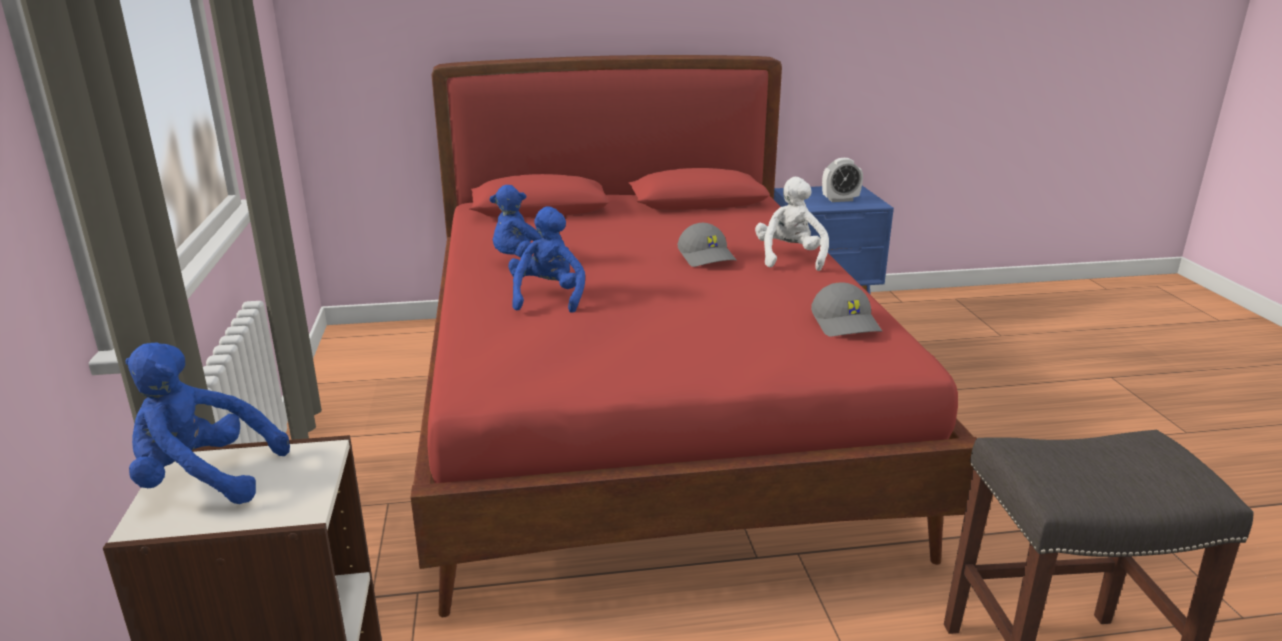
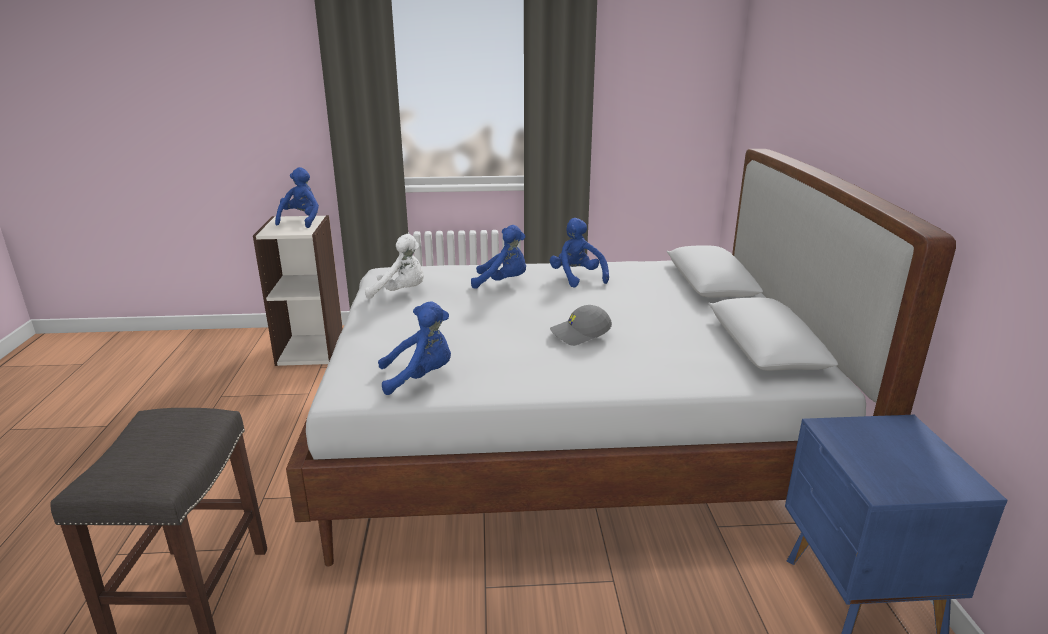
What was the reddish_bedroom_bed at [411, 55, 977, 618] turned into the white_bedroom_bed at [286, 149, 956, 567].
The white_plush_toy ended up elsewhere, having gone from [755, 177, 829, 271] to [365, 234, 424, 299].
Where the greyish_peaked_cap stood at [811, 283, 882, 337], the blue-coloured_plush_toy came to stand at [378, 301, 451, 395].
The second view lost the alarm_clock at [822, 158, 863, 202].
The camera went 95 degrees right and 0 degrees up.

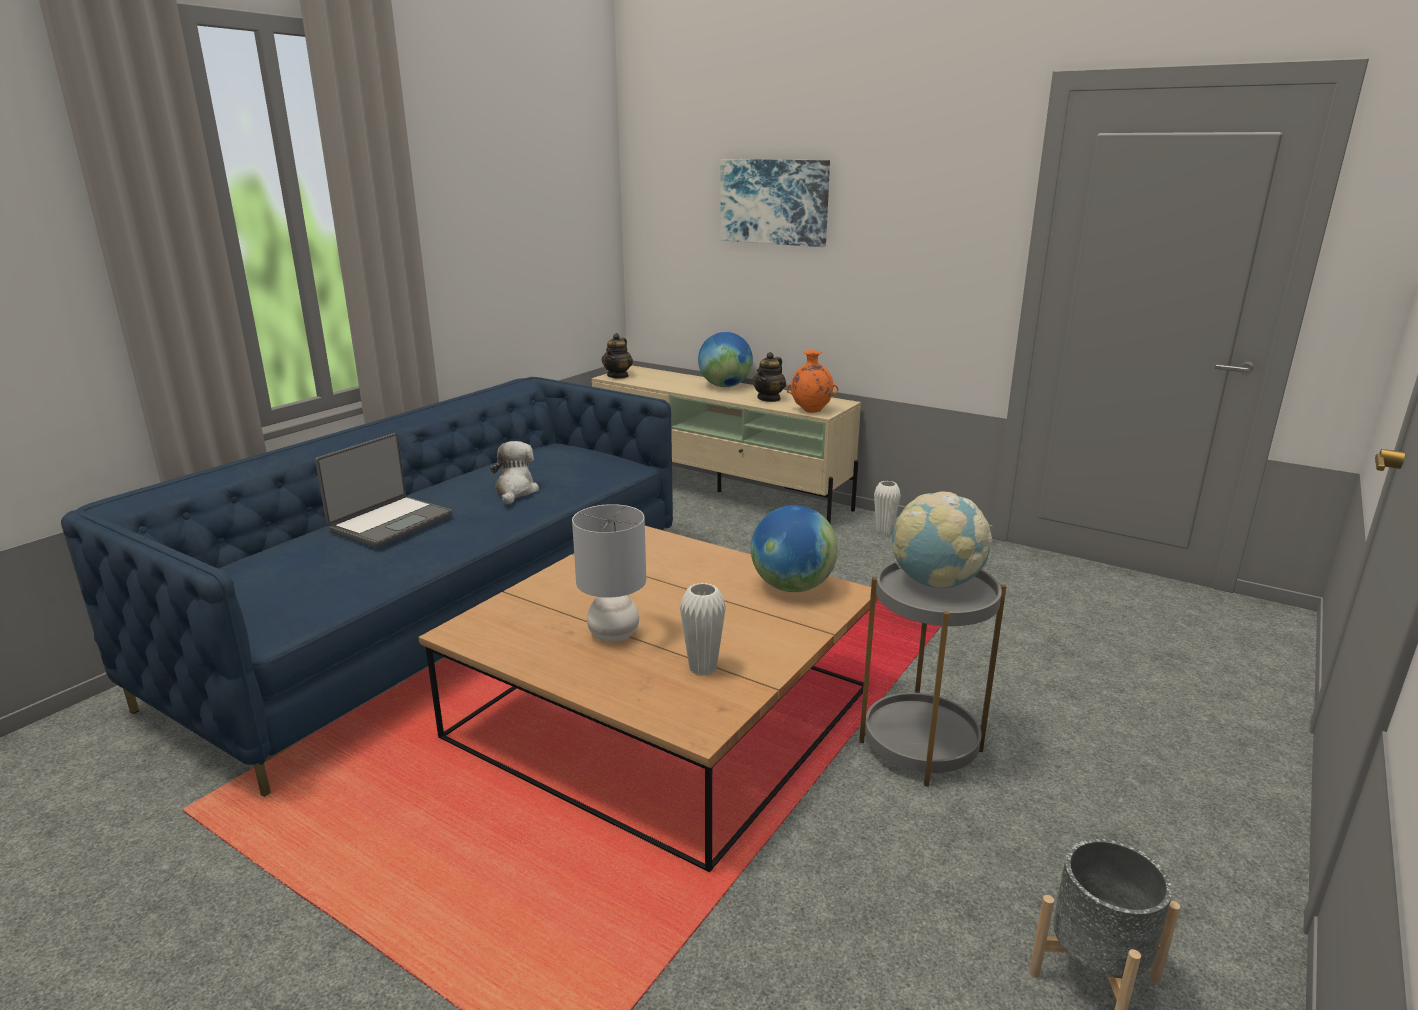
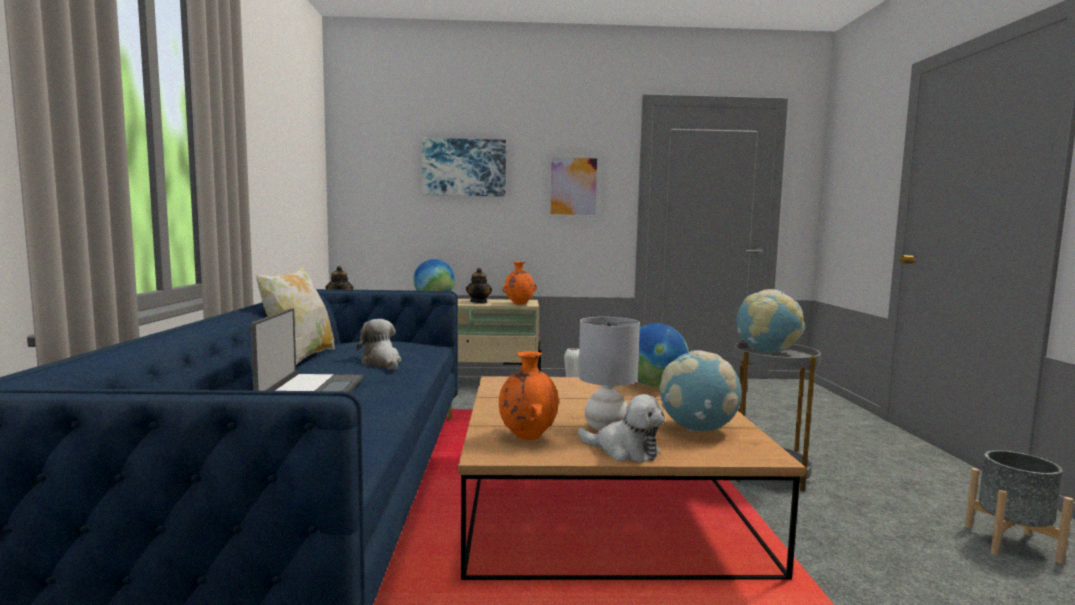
Where the white_vase stood at [680, 583, 726, 676], the world_globe came to stand at [659, 350, 742, 432].
The second view gained the pillow at [255, 266, 335, 365].
The second view gained the orangey_vase at [499, 351, 559, 440].
The second view gained the wall_art at [547, 154, 600, 218].
The second view gained the plush_toy at [578, 394, 665, 462].
The camera went 35 degrees left and 15 degrees down.

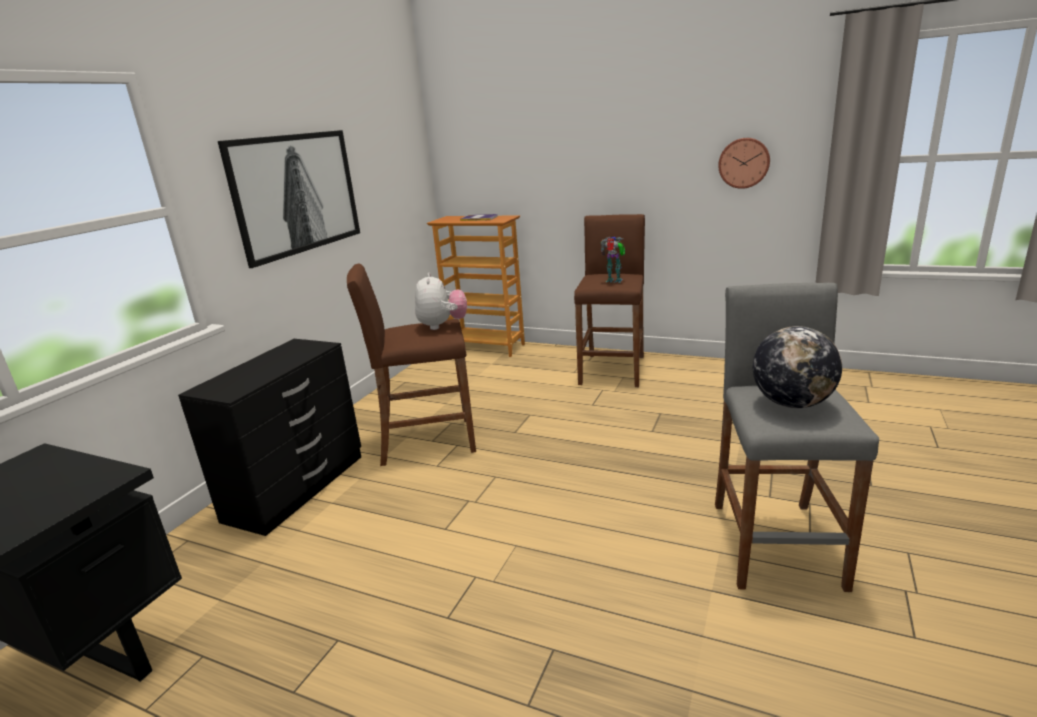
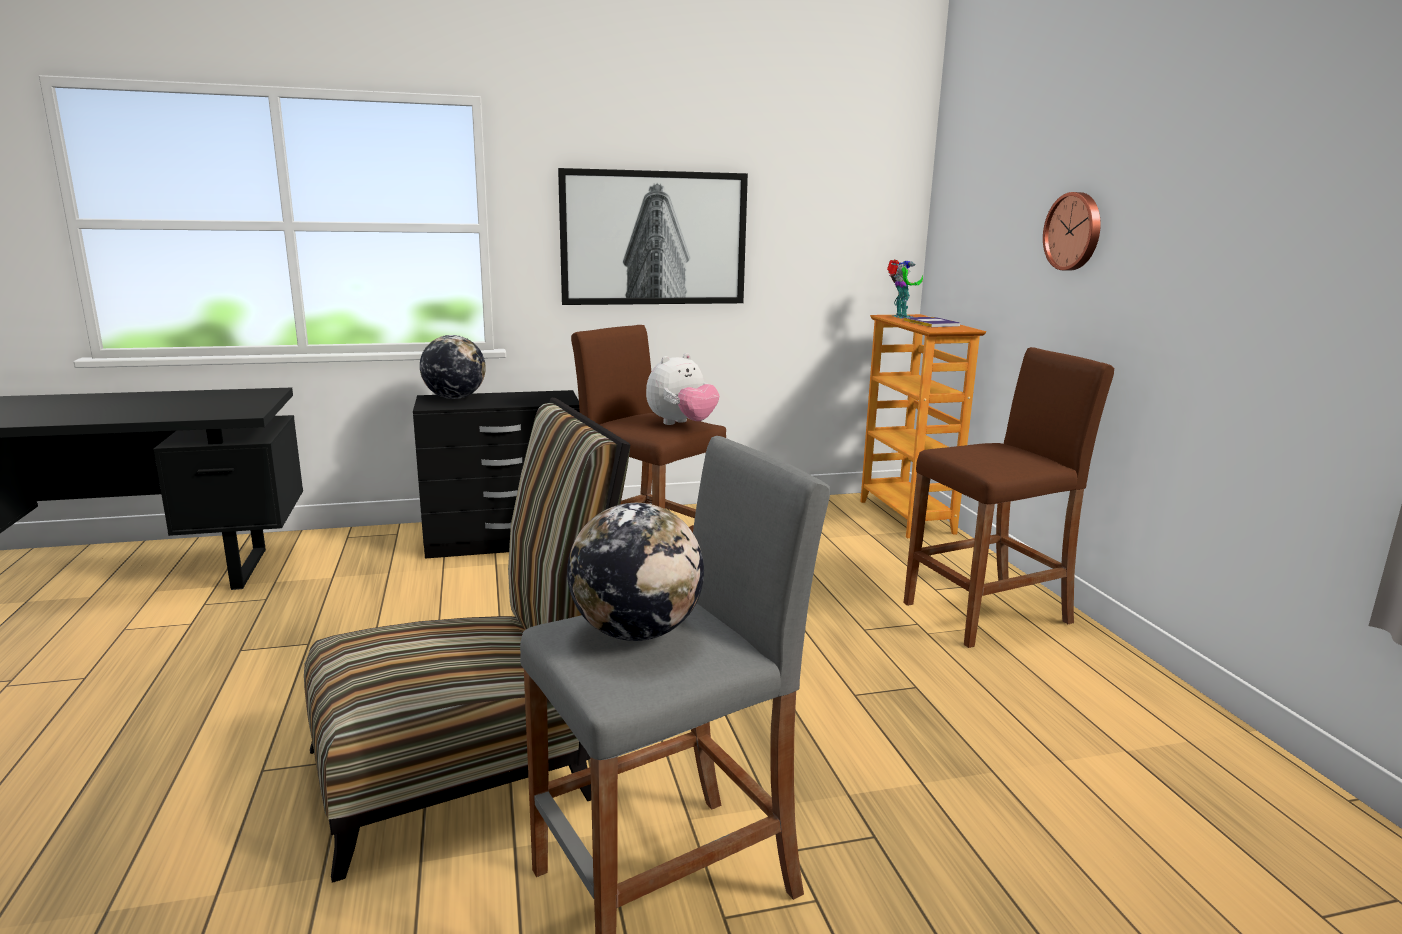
The model_robot ended up elsewhere, having gone from [600, 237, 625, 283] to [887, 259, 923, 318].
The clock_on_the_wall ended up elsewhere, having gone from [718, 138, 770, 189] to [1043, 192, 1101, 270].
The second view gained the plain_chair at [304, 398, 630, 883].
The second view gained the world_globe at [420, 335, 486, 399].
The camera went 50 degrees right and 5 degrees down.

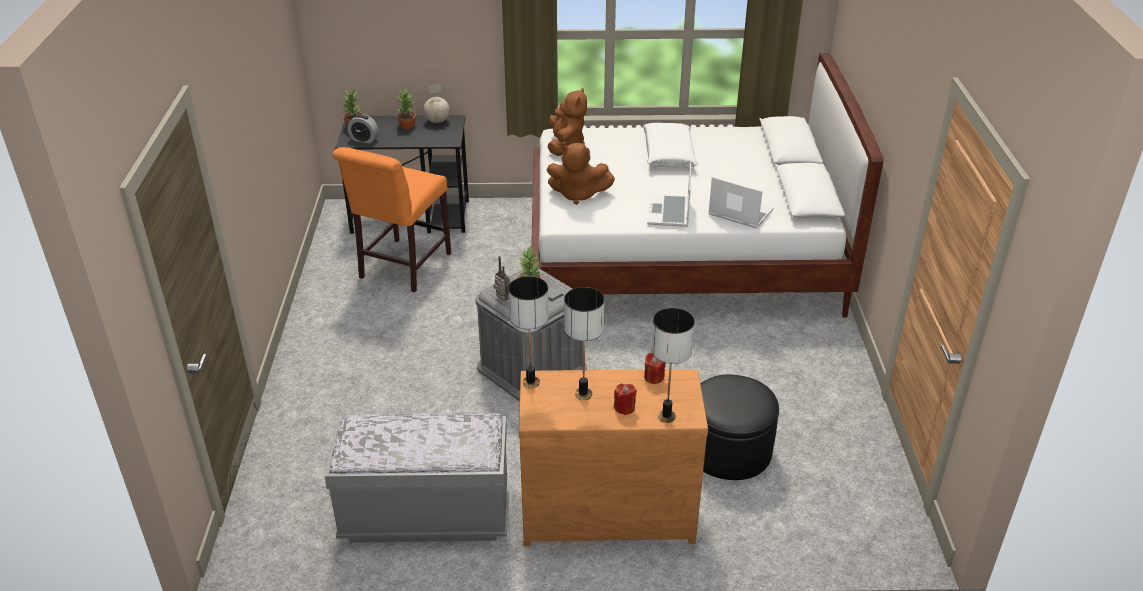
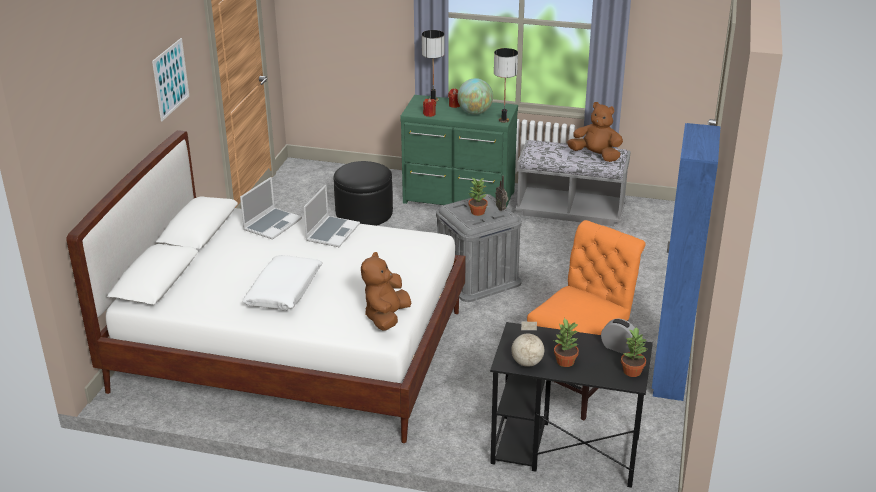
What was the brown-coloured_dresser at [519, 369, 708, 546] turned into the green-coloured_dresser at [400, 95, 518, 207].
The brown-coloured_plush_toy ended up elsewhere, having gone from [547, 143, 615, 205] to [567, 102, 623, 162].
Where the table_lamp stood at [564, 287, 605, 400], the world_globe came to stand at [457, 78, 493, 115].
The notebook_computer at [708, 177, 773, 228] ended up facing another way, 105 degrees counterclockwise from before.
The second view gained the wall_art at [152, 38, 189, 121].
The second view gained the blue-coloured_clothes_cupboard at [652, 123, 721, 401].
The camera went 165 degrees left and 5 degrees down.

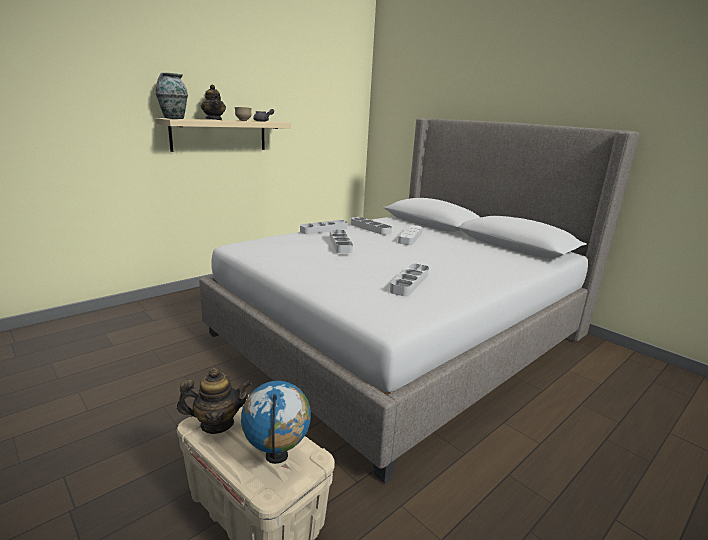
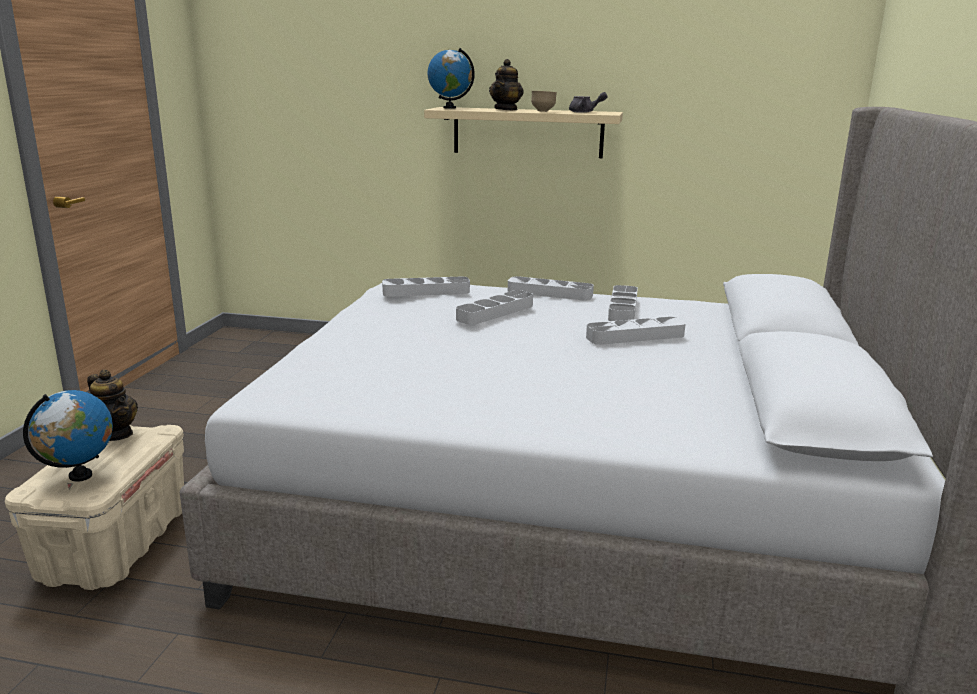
Where the vase stood at [156, 73, 188, 119], the world_globe came to stand at [427, 48, 475, 109].
The greyish_serving_tray ended up elsewhere, having gone from [390, 264, 429, 296] to [382, 277, 470, 297].
The camera went 55 degrees right and 0 degrees up.

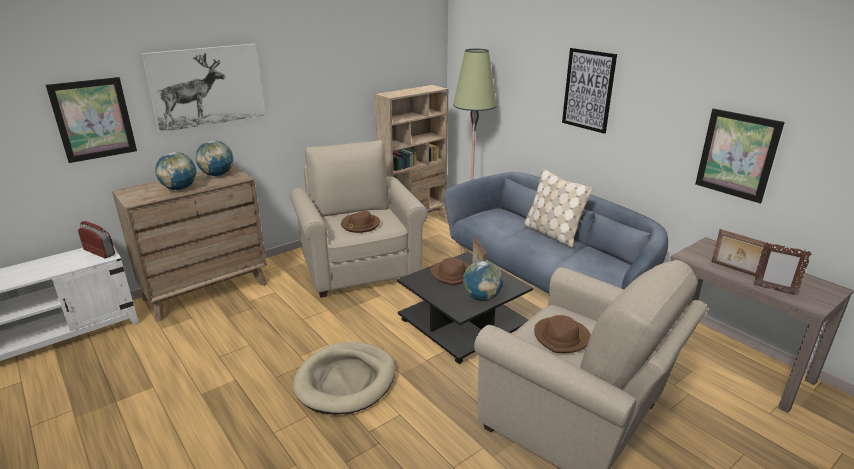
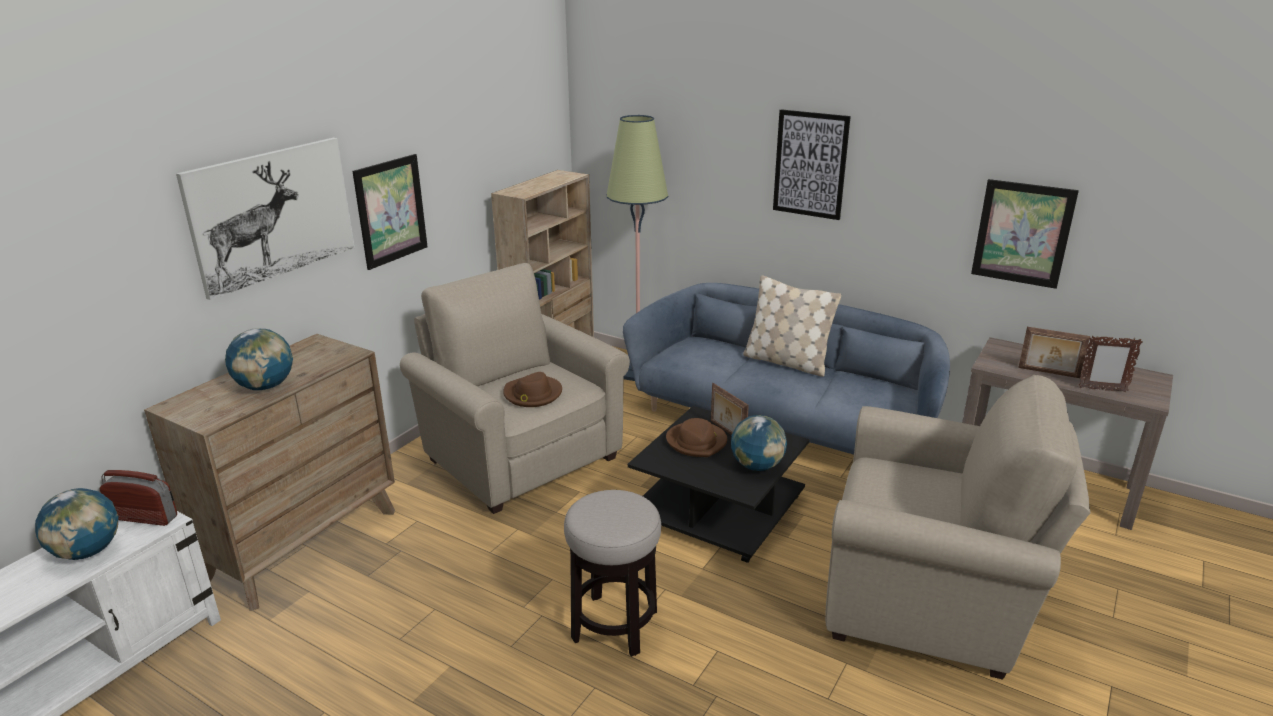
The wall_art ended up elsewhere, having gone from [46, 77, 137, 163] to [352, 154, 428, 270].
The world_globe ended up elsewhere, having gone from [196, 140, 233, 176] to [35, 488, 119, 560].
Where the sand-coloured_dog_bed stood at [292, 342, 396, 415], the stool_seat came to stand at [564, 490, 661, 657].
The second view lost the brown-coloured_wearable_hat at [534, 315, 591, 353].
The camera went 20 degrees left and 0 degrees up.

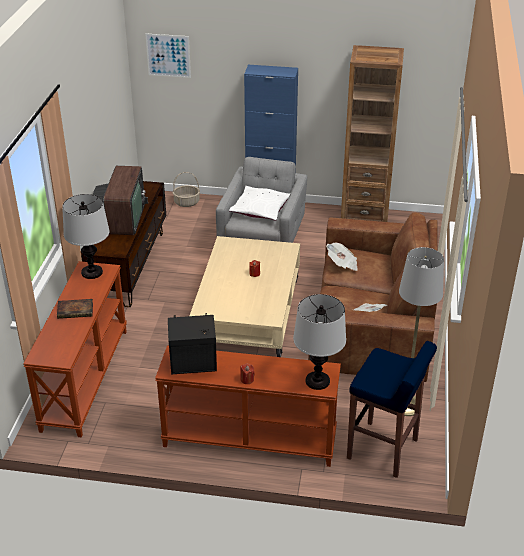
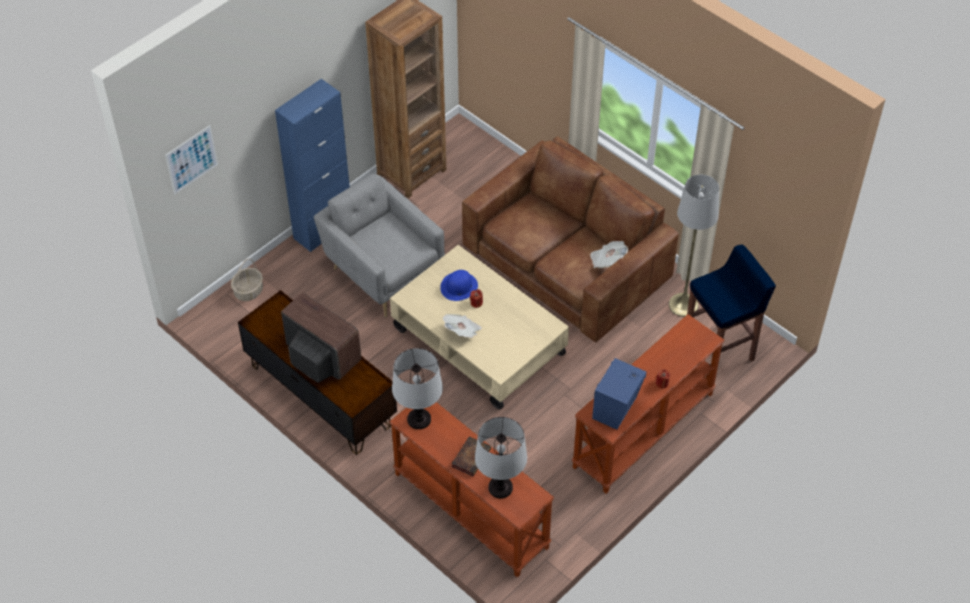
What was the blackish_audio_speaker at [168, 313, 217, 374] turned into the blue-coloured_audio_speaker at [592, 358, 646, 430].
The second view lost the white_pillow at [229, 186, 290, 221].
The table_lamp ended up elsewhere, having gone from [293, 294, 346, 390] to [475, 417, 527, 498].
The daily_paper ended up elsewhere, having gone from [326, 243, 358, 271] to [443, 314, 482, 338].
The second view gained the blue-coloured_wearable_hat at [440, 270, 478, 301].
The camera went 55 degrees left and 15 degrees up.

